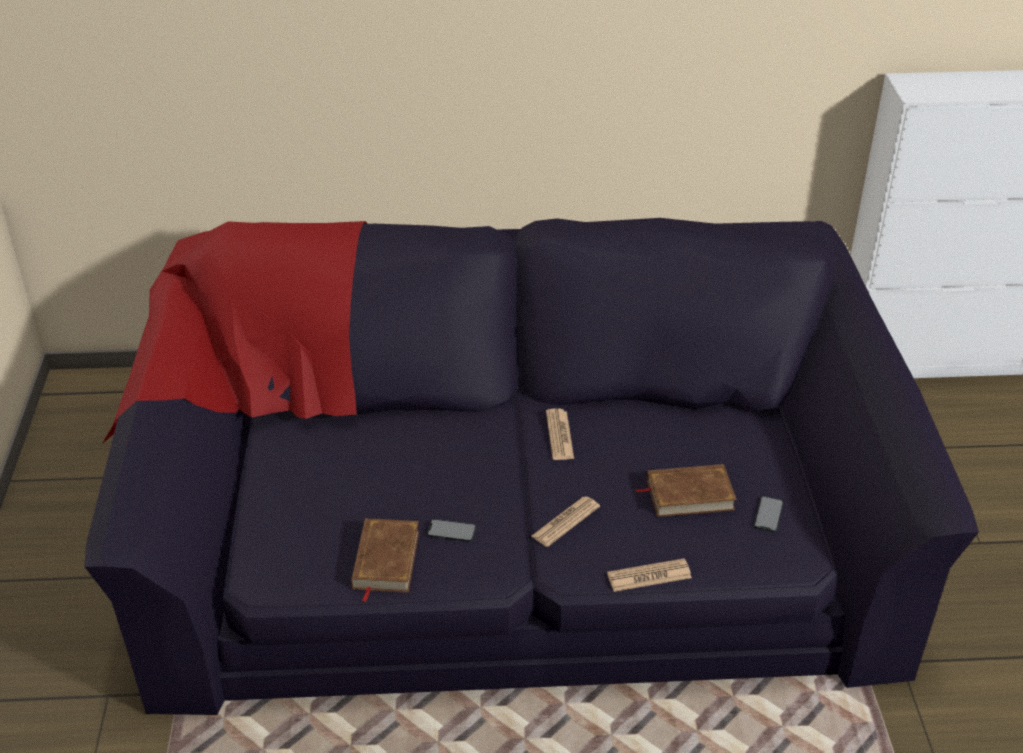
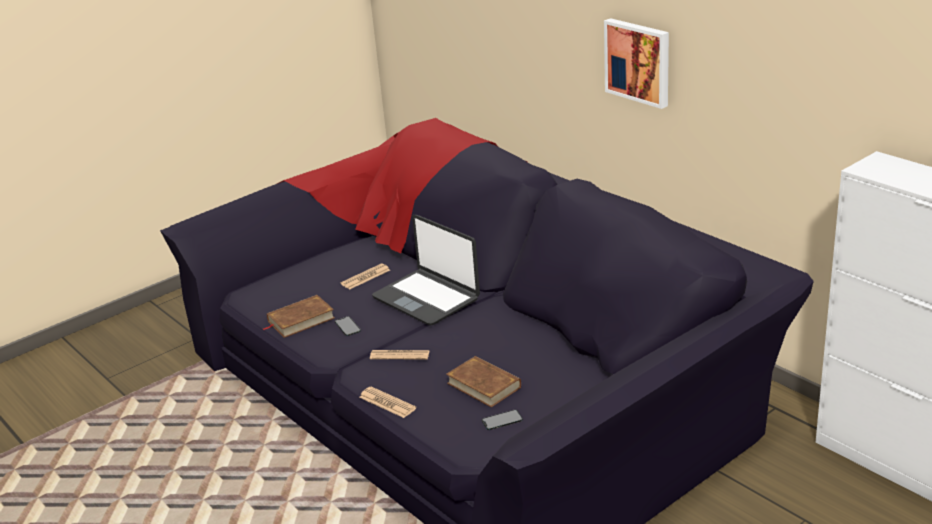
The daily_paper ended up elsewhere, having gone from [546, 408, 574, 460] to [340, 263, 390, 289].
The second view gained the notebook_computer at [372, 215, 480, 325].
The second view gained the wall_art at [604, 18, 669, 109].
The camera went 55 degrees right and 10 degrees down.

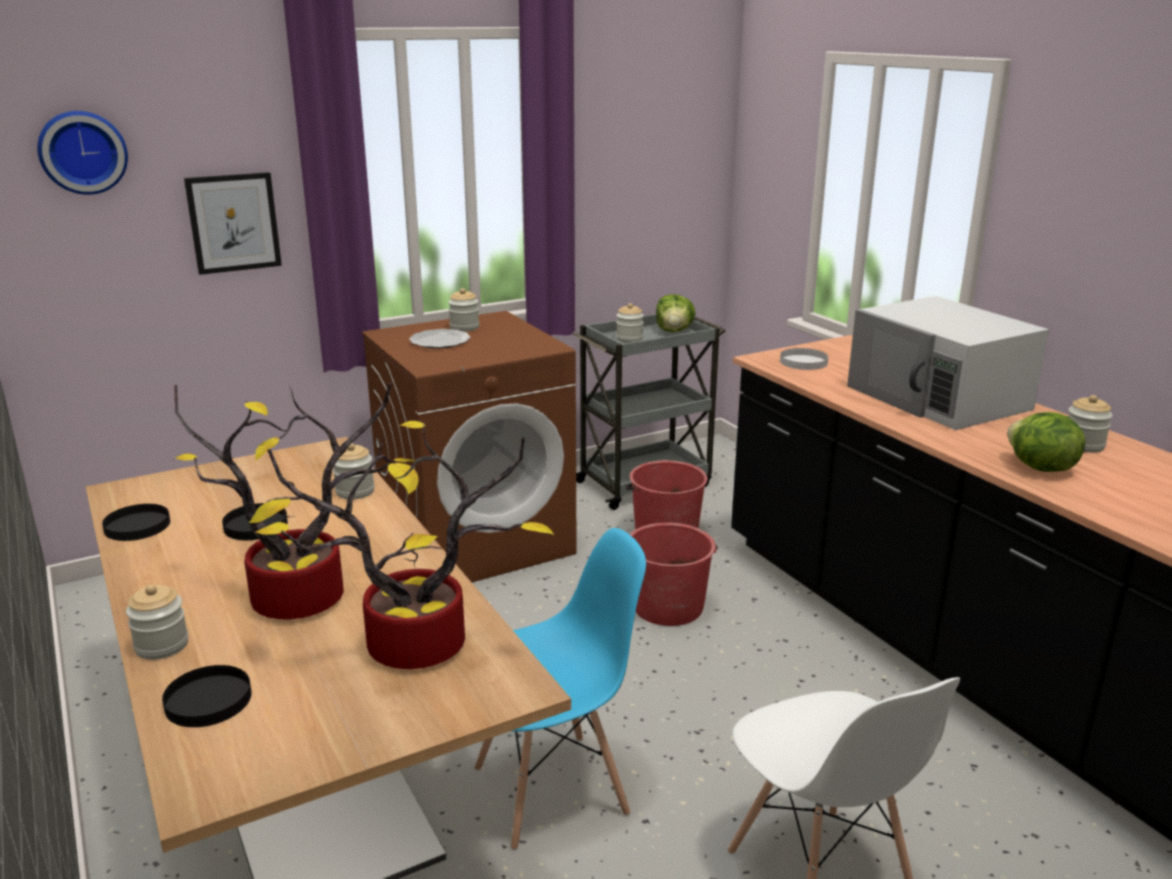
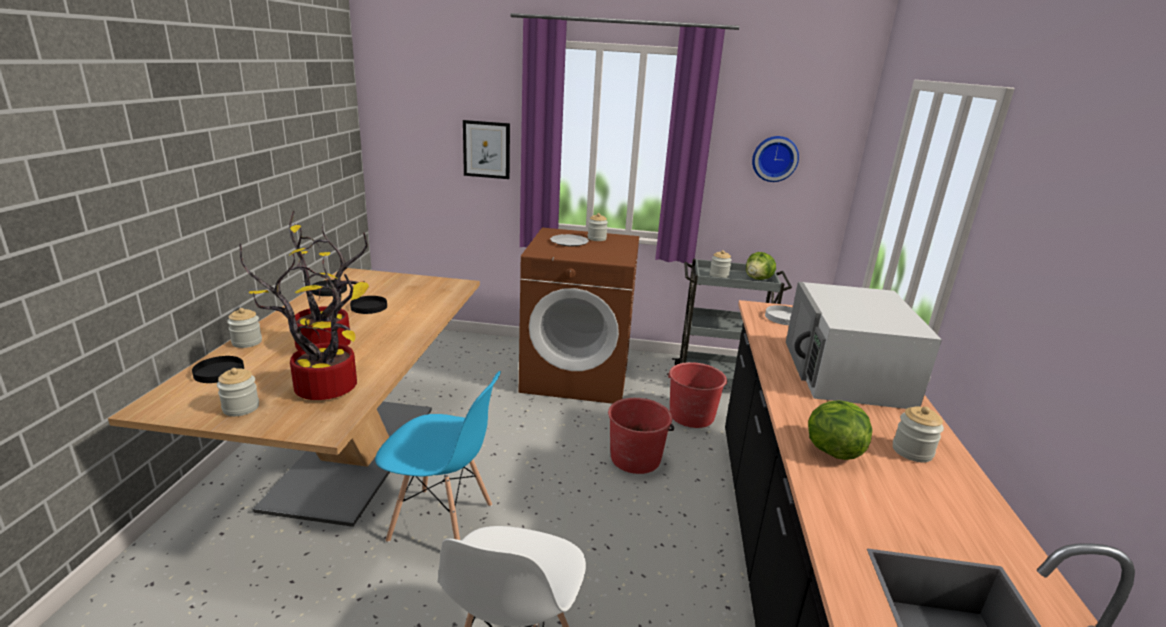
The clock_on_the_wall ended up elsewhere, having gone from [37, 111, 128, 195] to [752, 136, 799, 182].
The preserve_jar ended up elsewhere, having gone from [333, 443, 375, 499] to [217, 368, 259, 416].
The camera went 35 degrees right and 0 degrees up.

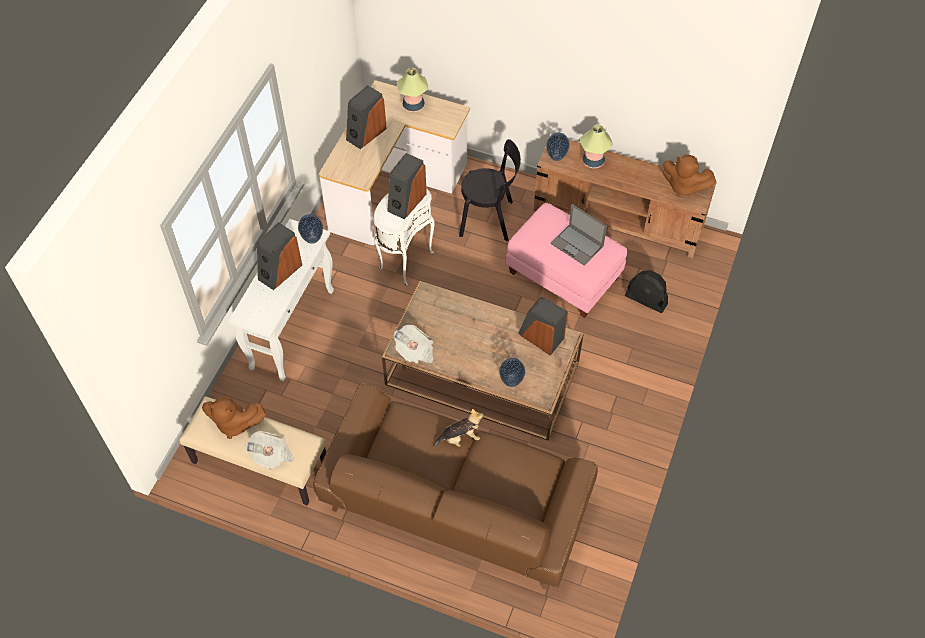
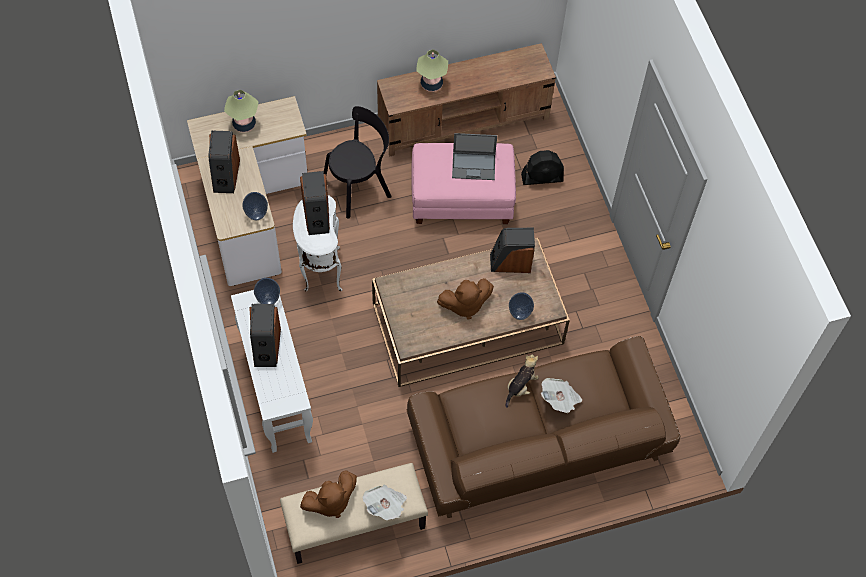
The daily_paper ended up elsewhere, having gone from [394, 325, 433, 363] to [541, 378, 582, 413].
The vase ended up elsewhere, having gone from [546, 132, 570, 161] to [242, 192, 268, 220].
The brown-coloured_plush_toy ended up elsewhere, having gone from [662, 155, 716, 198] to [437, 278, 494, 320].
The camera went 40 degrees left and 5 degrees up.

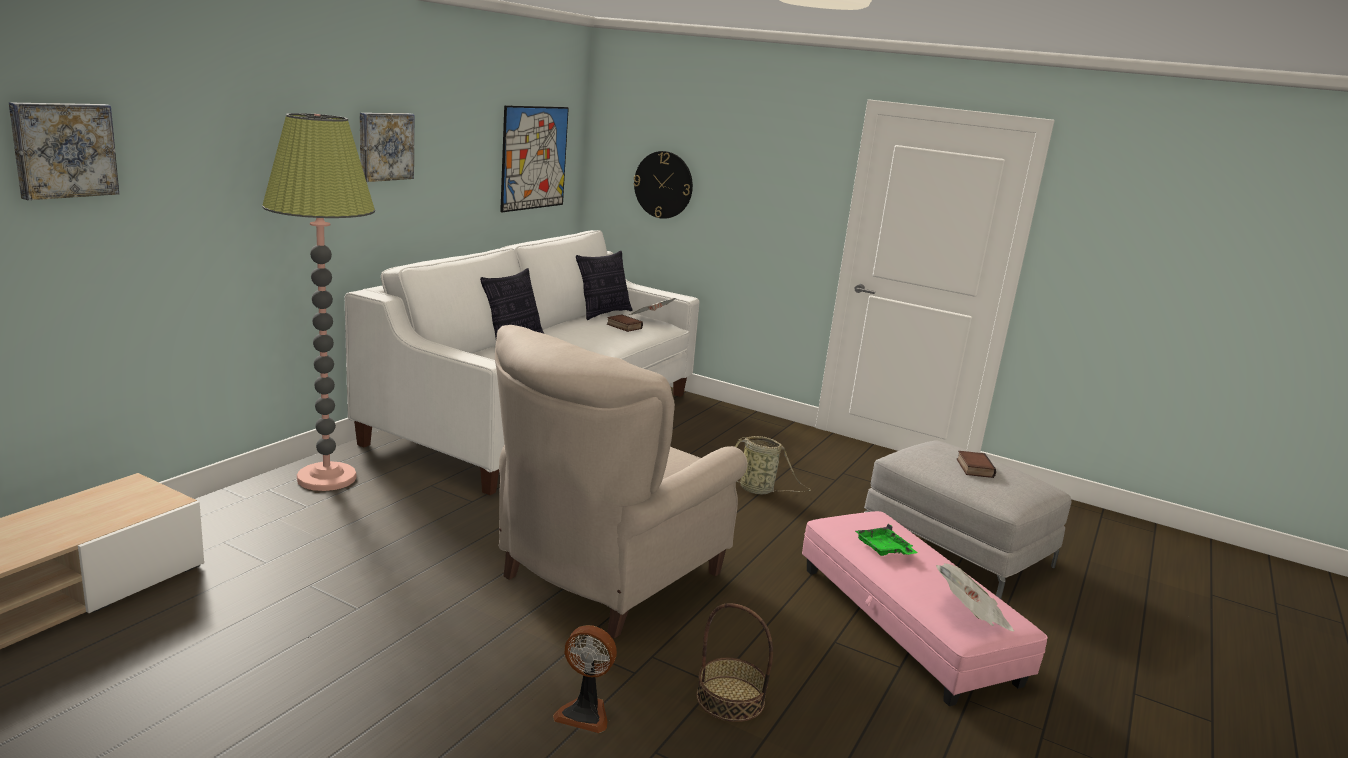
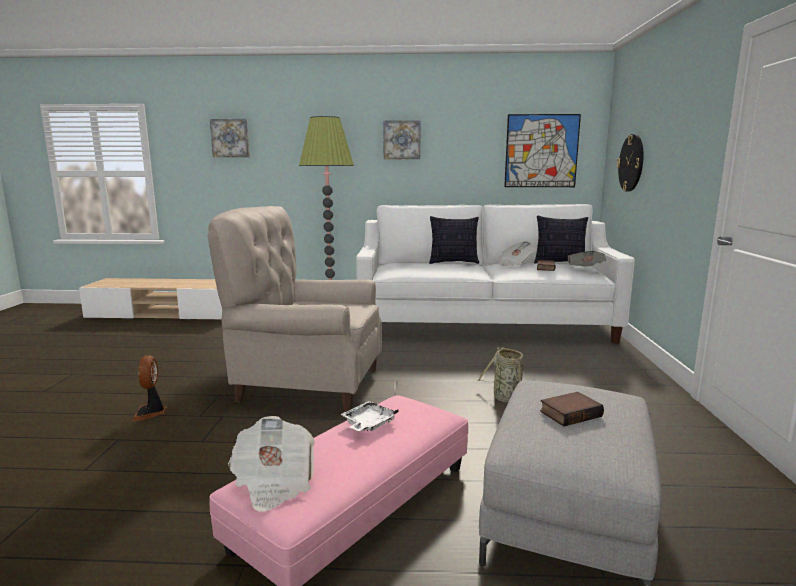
The second view lost the storage_basket at [696, 603, 773, 722].
What was the green-coloured_serving_tray at [855, 524, 918, 556] turned into the white_serving_tray at [340, 401, 399, 431].
The second view gained the daily_paper at [498, 241, 536, 266].
The camera went 65 degrees right and 5 degrees down.

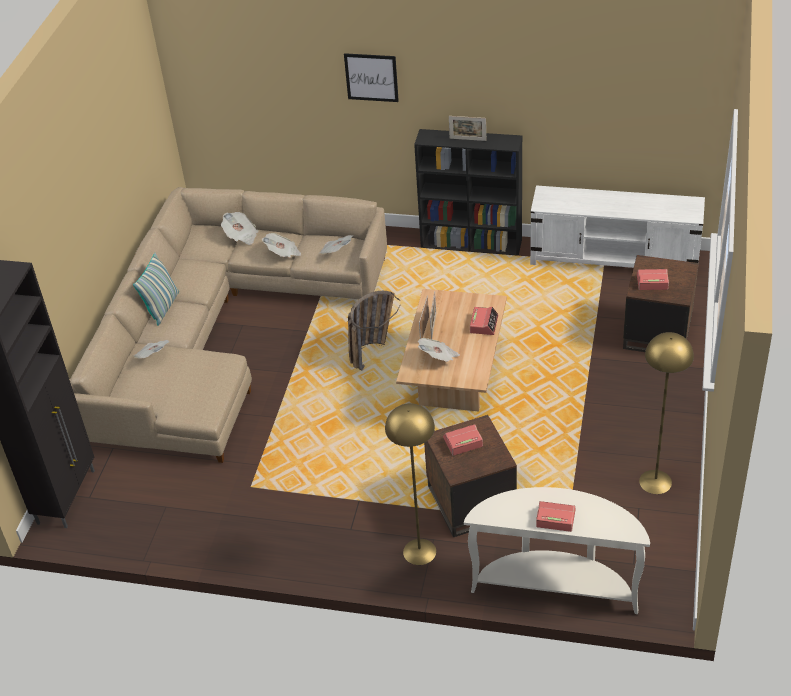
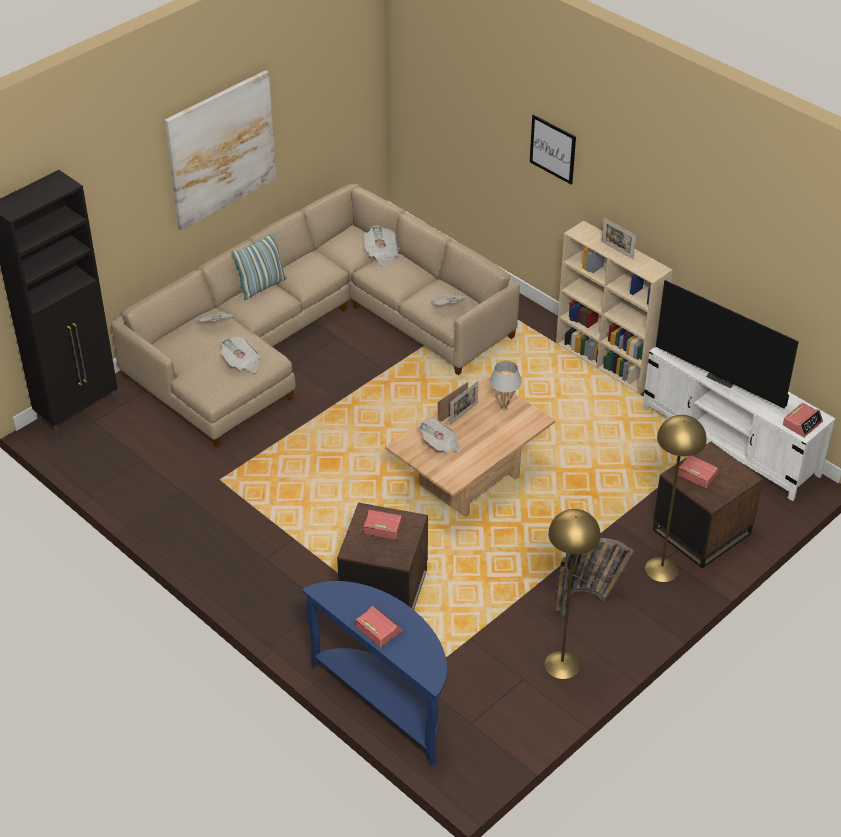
The daily_paper ended up elsewhere, having gone from [262, 233, 302, 257] to [221, 336, 261, 373].
The storage_basket ended up elsewhere, having gone from [348, 291, 400, 370] to [555, 538, 634, 617].
The yellow-coloured_standing_lamp ended up elsewhere, having gone from [385, 403, 436, 565] to [645, 415, 707, 582].
What was the blackish_bookcase at [414, 129, 522, 256] turned into the sand-coloured_bookcase at [556, 221, 673, 394].
What was the white_hall_table at [464, 487, 650, 614] turned into the blue-coloured_hall_table at [302, 581, 447, 767].
The alarm_clock ended up elsewhere, having gone from [470, 307, 498, 335] to [783, 403, 823, 437].
The second view gained the wall_art at [165, 70, 277, 230].
The second view gained the white_table_lamp at [490, 361, 522, 411].
The second view gained the television at [656, 280, 799, 408].
The camera went 30 degrees right and 0 degrees up.

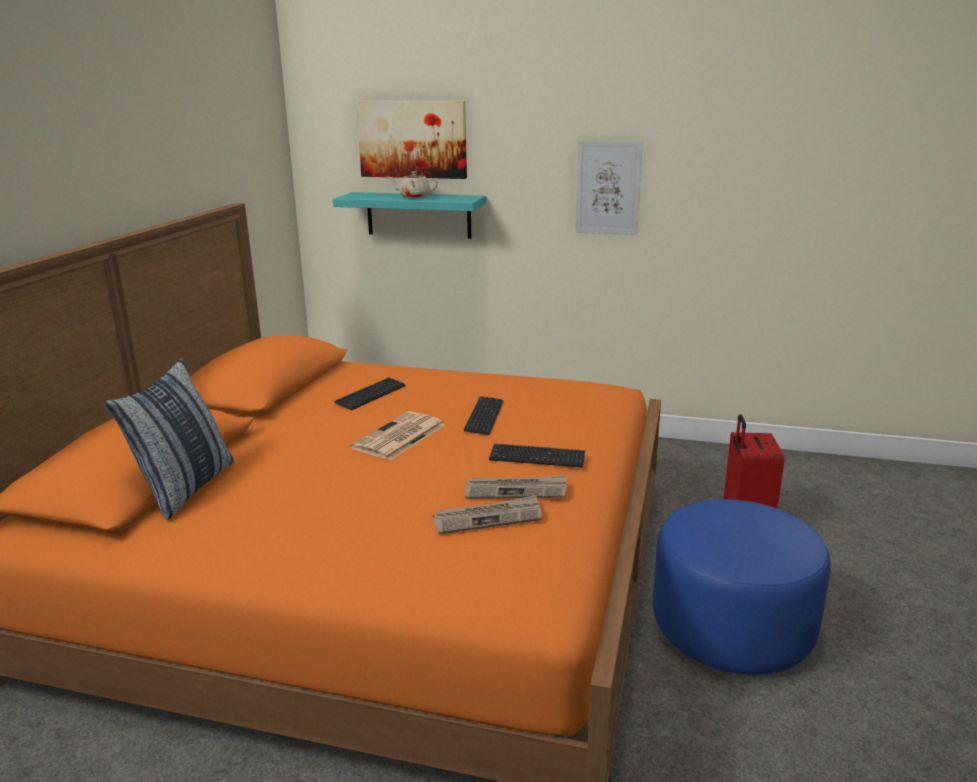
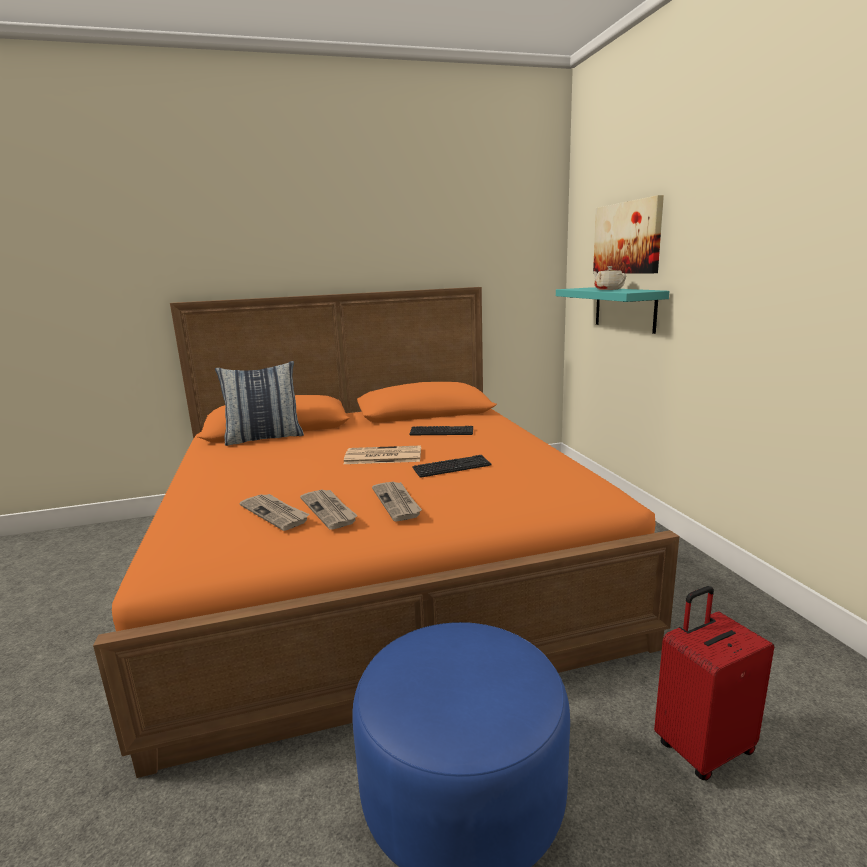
Where the PC_keyboard stood at [489, 444, 585, 467], the daily_paper came to stand at [372, 482, 422, 521].
The second view lost the wall_art at [575, 141, 643, 235].
The camera went 60 degrees right and 5 degrees down.

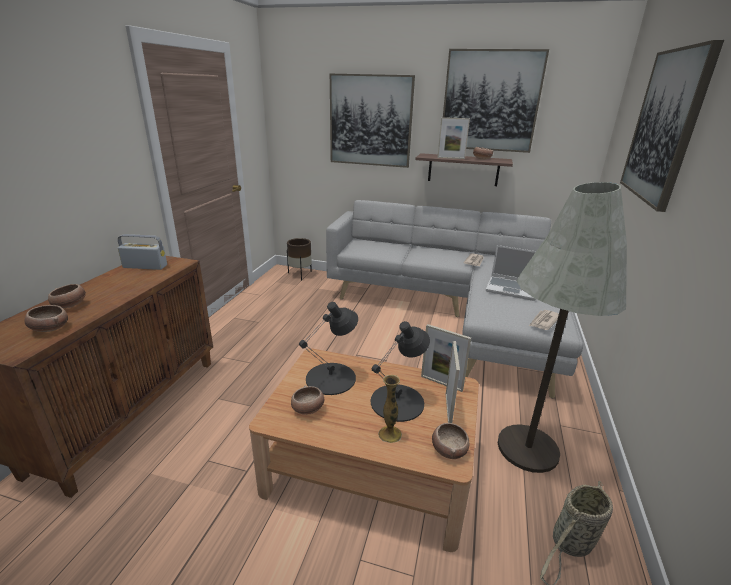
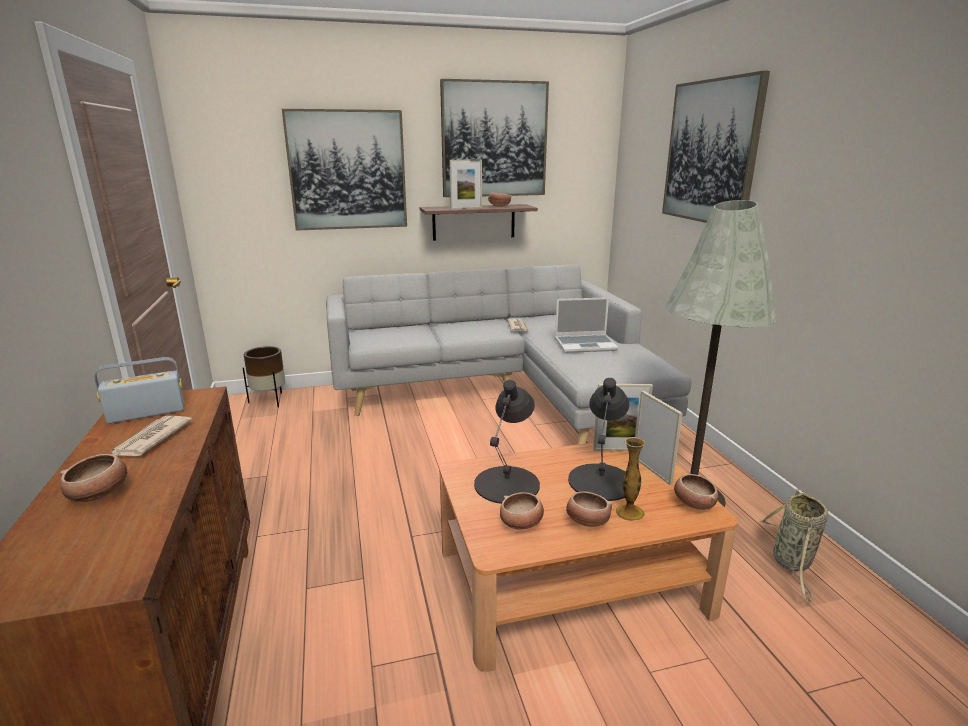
The bowl ended up elsewhere, having gone from [25, 305, 68, 332] to [566, 491, 612, 527].
The daily_paper ended up elsewhere, having gone from [529, 310, 559, 330] to [111, 416, 192, 456].
The camera went 30 degrees left and 5 degrees down.

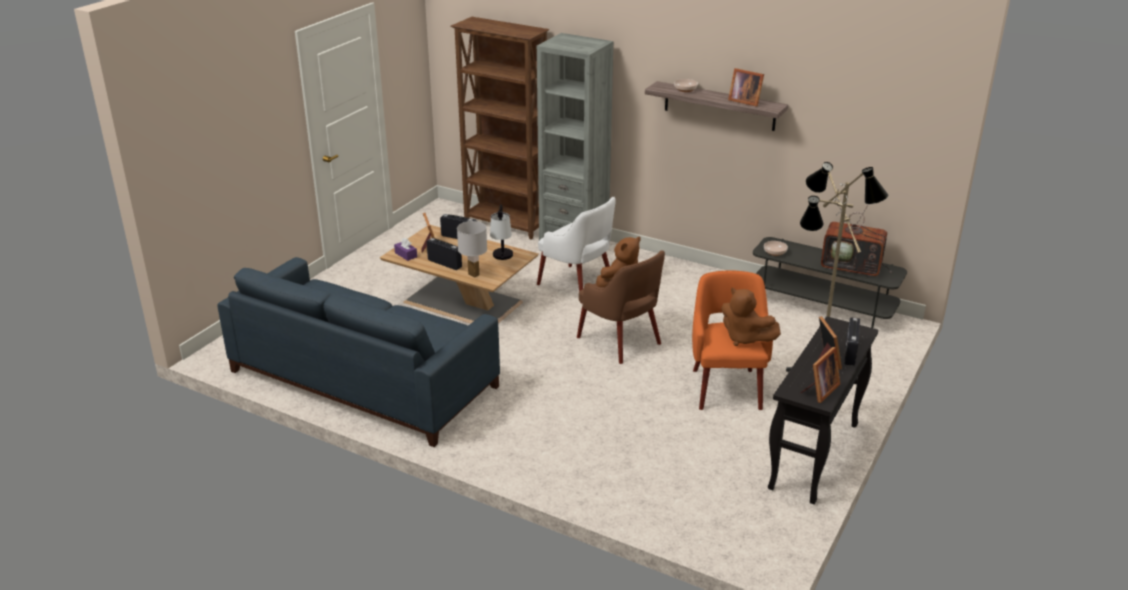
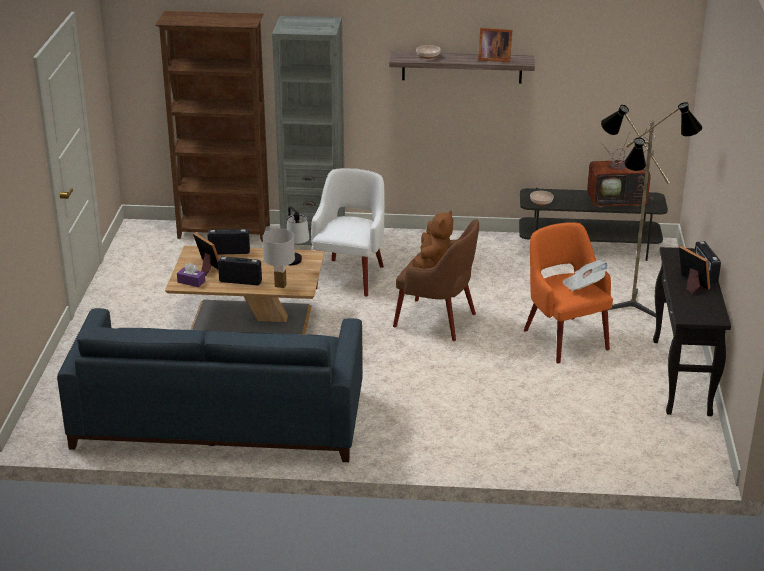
The white_armchair at [537, 197, 616, 304] ended up facing another way, 90 degrees counterclockwise from before.
Where the brown-coloured_plush_toy stood at [721, 287, 781, 346], the daily_paper came to stand at [562, 260, 610, 291].
The second view lost the photo_frame at [801, 347, 840, 403].
The camera went 25 degrees left and 0 degrees up.

